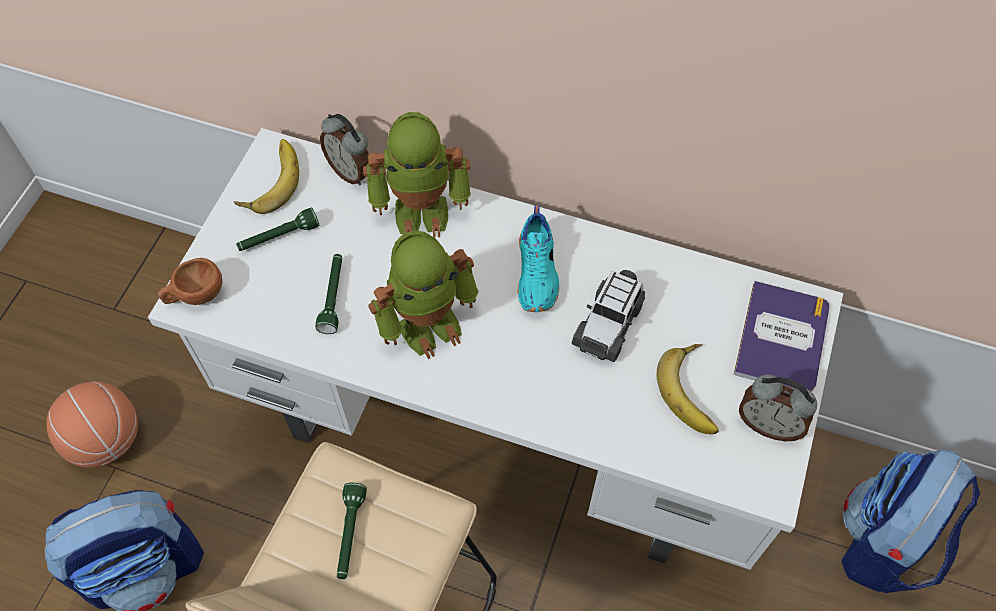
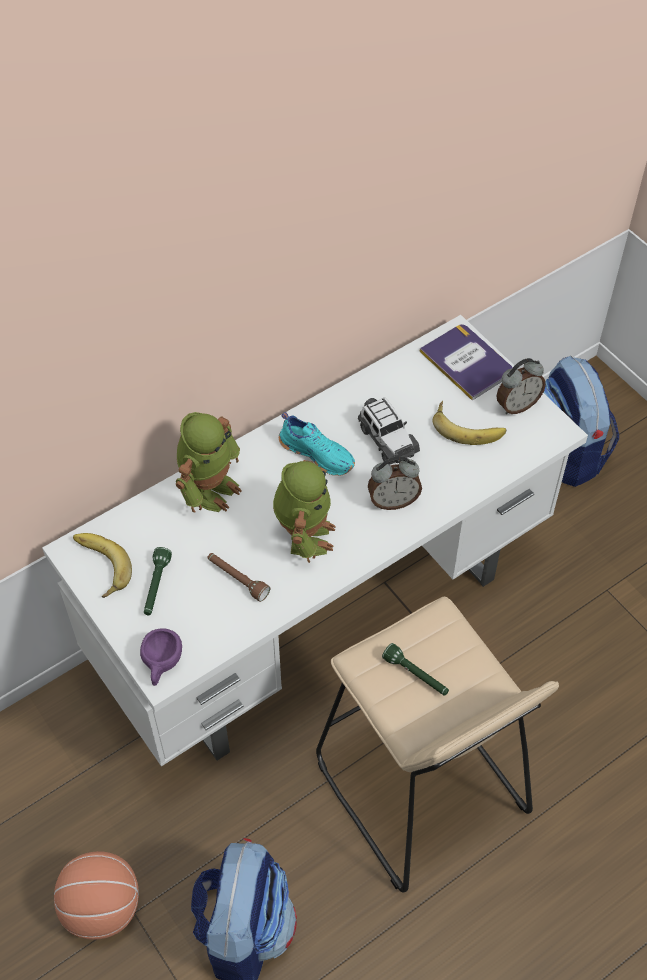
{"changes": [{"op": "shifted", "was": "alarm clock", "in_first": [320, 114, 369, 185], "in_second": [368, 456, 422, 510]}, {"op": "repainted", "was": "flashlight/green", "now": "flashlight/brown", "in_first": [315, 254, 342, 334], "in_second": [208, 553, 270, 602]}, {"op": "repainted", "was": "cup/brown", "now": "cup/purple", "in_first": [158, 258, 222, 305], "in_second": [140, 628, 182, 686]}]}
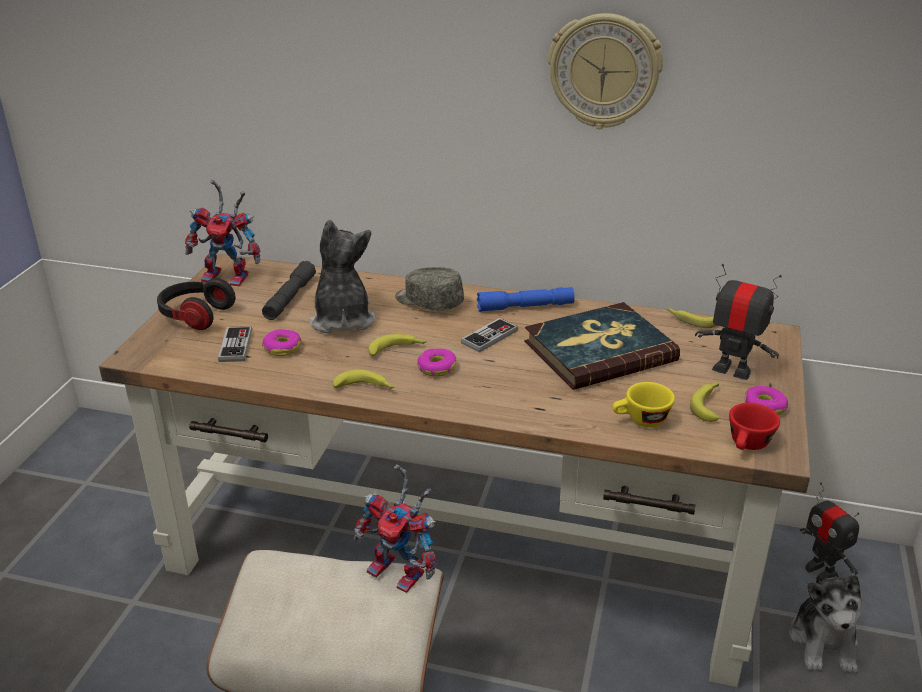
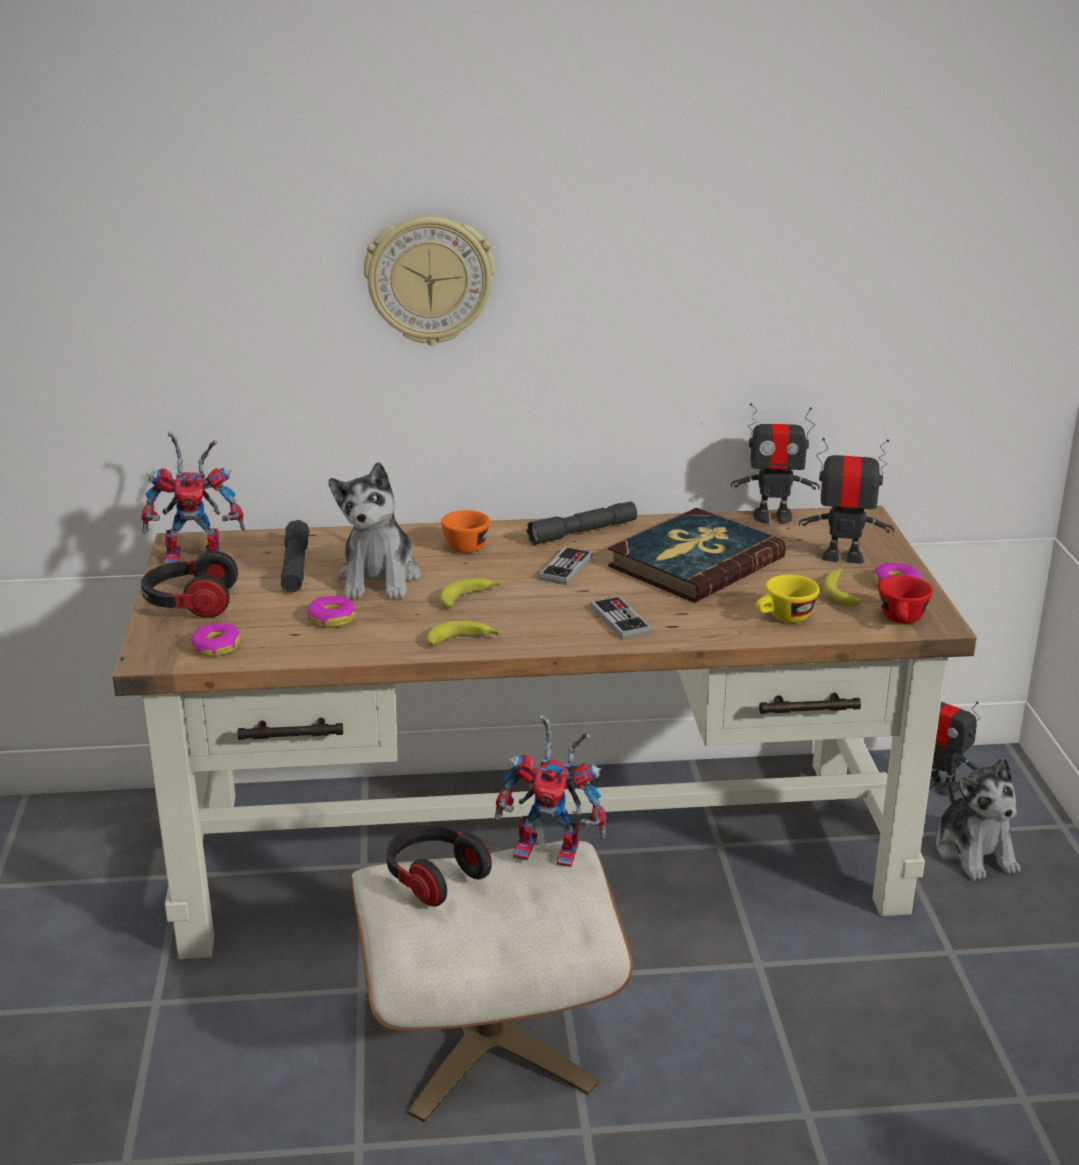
{"changes": [{"op": "shifted", "was": "wall clock", "in_first": [548, 13, 663, 129], "in_second": [364, 216, 495, 346]}, {"op": "rotated", "was": "plush toy", "in_first": [309, 219, 376, 333], "in_second": [328, 462, 420, 599], "clockwise": -150}, {"op": "swapped", "was": "cap/grey", "now": "cup/orange", "in_first": [395, 267, 464, 311], "in_second": [441, 510, 490, 553]}, {"op": "repainted", "was": "flashlight/blue", "now": "flashlight/grey", "in_first": [477, 287, 575, 312], "in_second": [527, 502, 637, 545]}, {"op": "swapped", "was": "banana", "now": "toy robot", "in_first": [667, 308, 718, 328], "in_second": [731, 403, 820, 524]}, {"op": "shifted", "was": "game controller", "in_first": [218, 326, 252, 362], "in_second": [590, 596, 651, 639]}, {"op": "shifted", "was": "donut", "in_first": [417, 348, 456, 377], "in_second": [190, 622, 240, 657]}, {"op": "new", "now": "headphones", "in_second": [387, 825, 492, 907]}]}
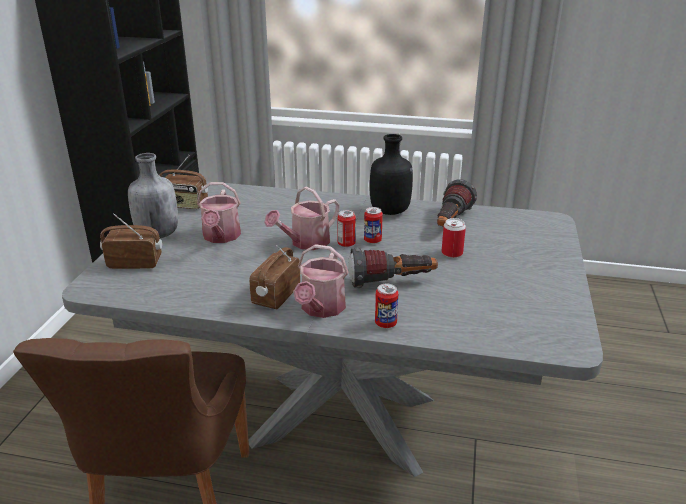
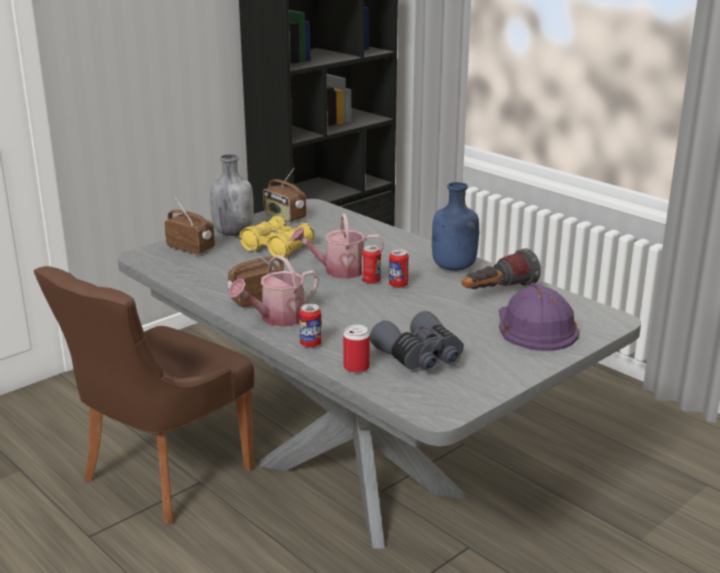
{"changes": [{"op": "repainted", "was": "bottle/black", "now": "bottle/blue", "in_first": [370, 134, 413, 215], "in_second": [432, 182, 479, 271]}, {"op": "swapped", "was": "watering can", "now": "binoculars/yellow", "in_first": [197, 182, 241, 243], "in_second": [239, 216, 315, 258]}, {"op": "shifted", "was": "can", "in_first": [442, 218, 466, 258], "in_second": [343, 325, 370, 373]}, {"op": "gone", "was": "flashlight", "in_first": [348, 247, 438, 288]}, {"op": "new", "now": "hard hat/purple", "in_second": [499, 284, 580, 351]}, {"op": "new", "now": "binoculars/grey", "in_second": [370, 311, 464, 371]}]}
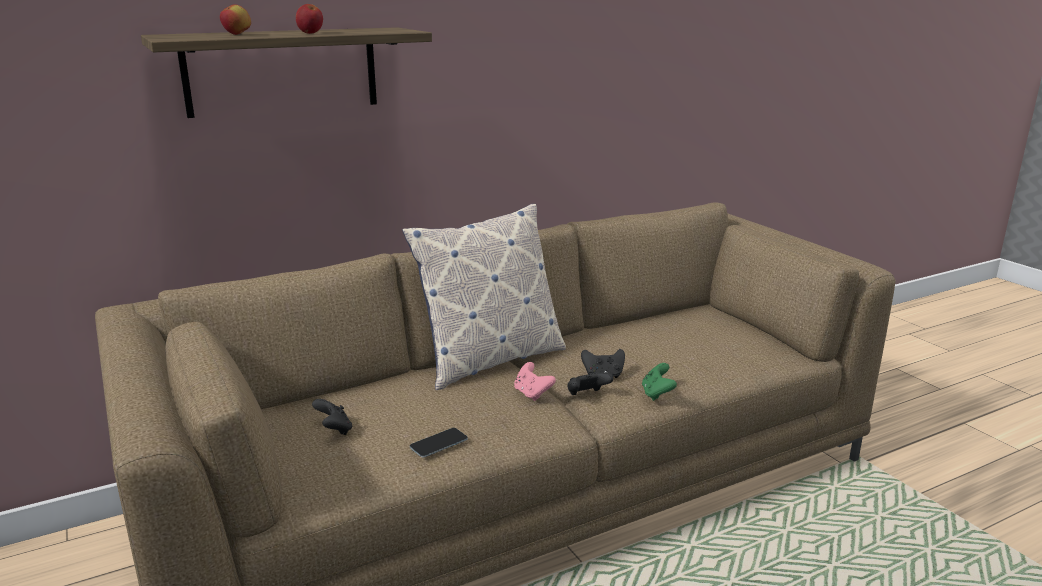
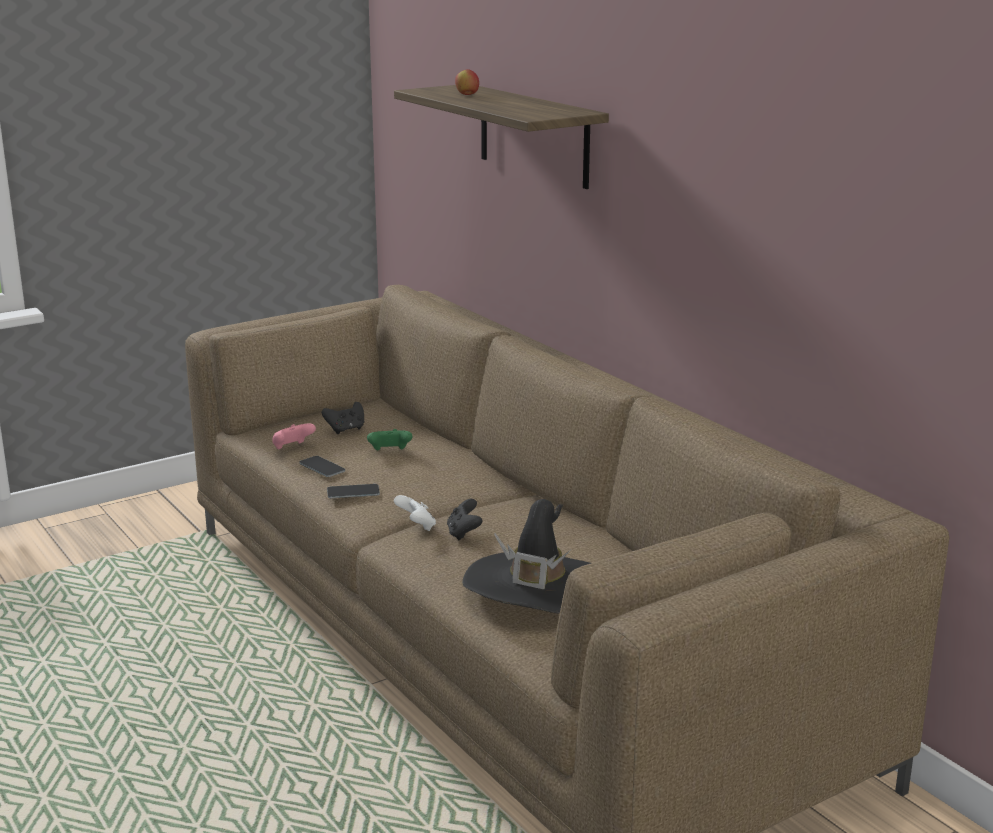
{"changes": [{"op": "gone", "was": "apple", "in_first": [296, 4, 323, 34]}, {"op": "gone", "was": "pillow", "in_first": [402, 204, 566, 390]}, {"op": "shifted", "was": "game controller/pink", "in_first": [514, 362, 556, 401], "in_second": [272, 423, 316, 449]}, {"op": "shifted", "was": "game controller/green", "in_first": [642, 363, 677, 401], "in_second": [367, 429, 412, 450]}, {"op": "repainted", "was": "game controller/black", "now": "game controller/white", "in_first": [568, 371, 613, 395], "in_second": [394, 495, 436, 531]}, {"op": "new", "now": "phone", "in_second": [327, 484, 380, 498]}, {"op": "new", "now": "hat/black", "in_second": [462, 499, 591, 614]}]}
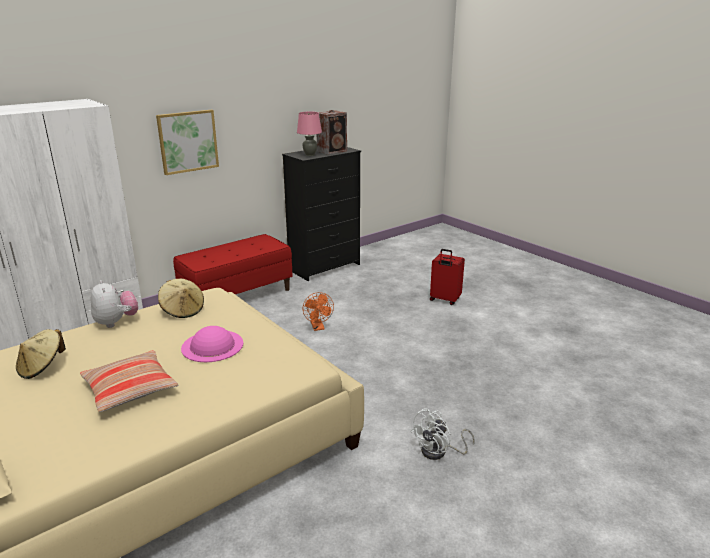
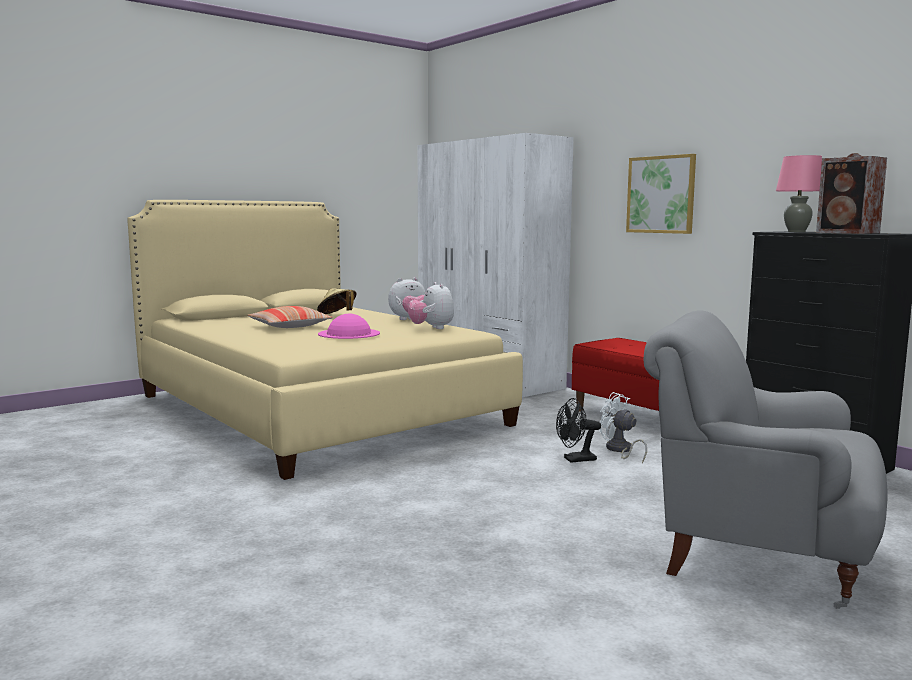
{"changes": [{"op": "swapped", "was": "suitcase/red", "now": "armchair/grey", "in_first": [430, 249, 465, 305], "in_second": [644, 310, 888, 609]}, {"op": "swapped", "was": "hat/beige", "now": "plush toy", "in_first": [158, 279, 204, 318], "in_second": [408, 282, 454, 329]}, {"op": "repainted", "was": "fan/orange", "now": "fan/black", "in_first": [303, 292, 334, 331], "in_second": [556, 398, 601, 463]}, {"op": "shifted", "was": "fan/white", "in_first": [410, 408, 475, 460], "in_second": [599, 392, 647, 464]}]}
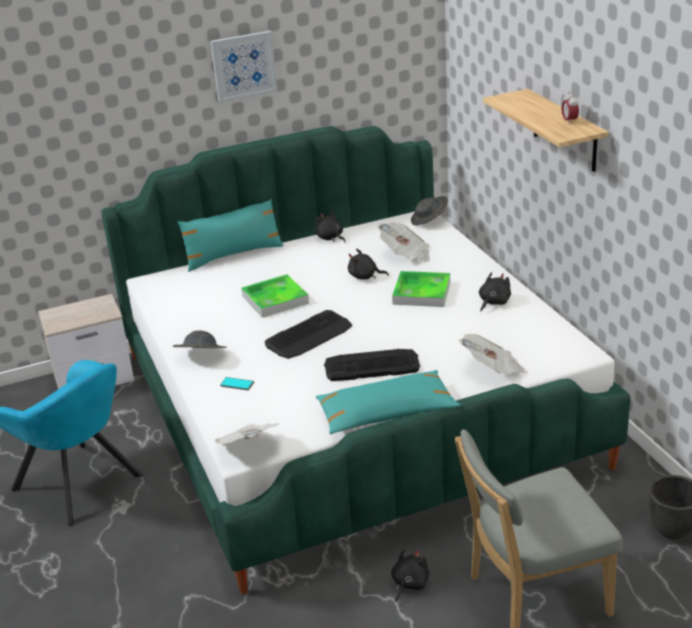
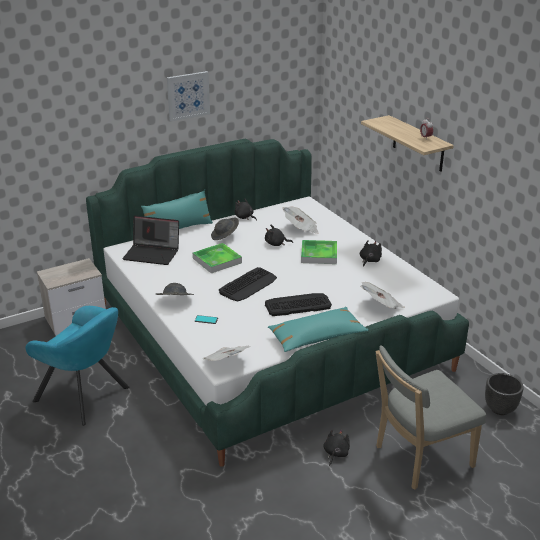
{"changes": [{"op": "shifted", "was": "hat/grey", "in_first": [411, 196, 448, 226], "in_second": [211, 218, 239, 240]}, {"op": "new", "now": "laptop", "in_second": [122, 216, 179, 265]}]}
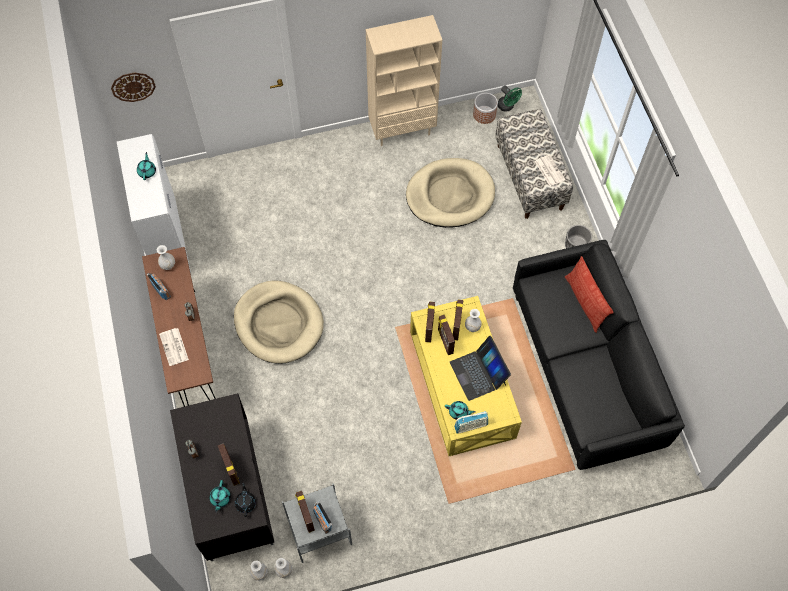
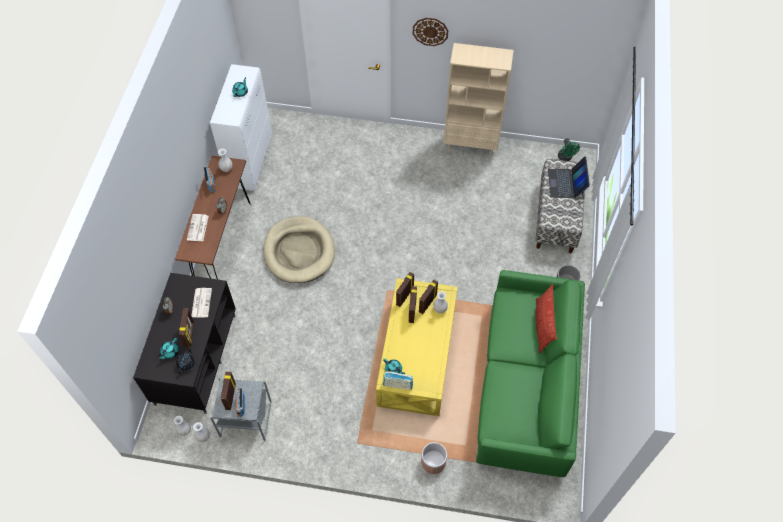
{"changes": [{"op": "shifted", "was": "wall clock", "in_first": [111, 72, 156, 102], "in_second": [413, 18, 448, 46]}, {"op": "shifted", "was": "planter", "in_first": [473, 93, 498, 124], "in_second": [421, 442, 447, 474]}, {"op": "shifted", "was": "newspaper", "in_first": [535, 154, 566, 186], "in_second": [191, 288, 212, 317]}, {"op": "gone", "was": "dog bed/beige", "in_first": [406, 158, 495, 228]}, {"op": "repainted", "was": "sofa/black", "now": "sofa/green", "in_first": [513, 240, 685, 470], "in_second": [476, 270, 585, 477]}, {"op": "shifted", "was": "laptop", "in_first": [450, 336, 511, 401], "in_second": [548, 157, 590, 198]}]}
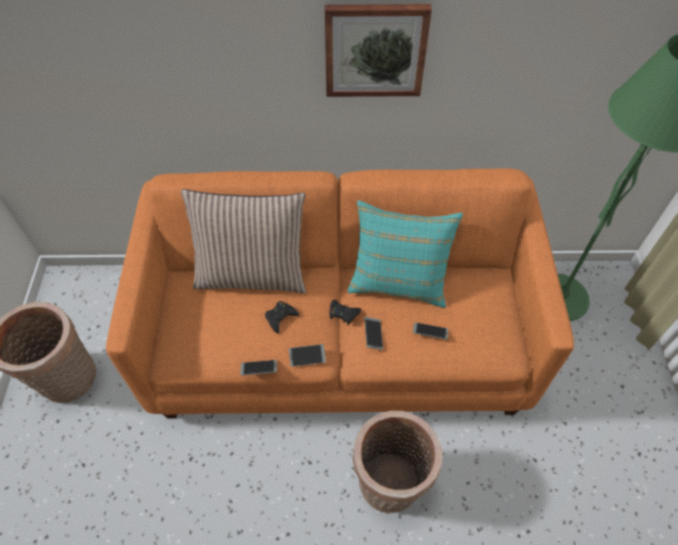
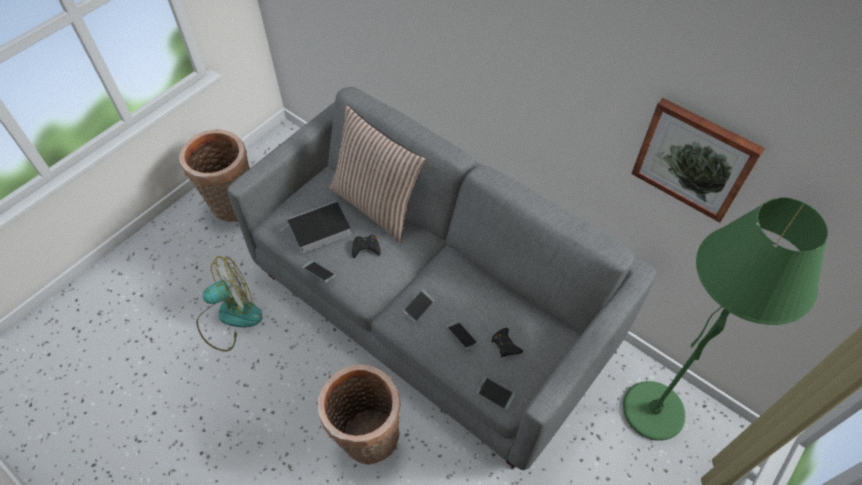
{"changes": [{"op": "shifted", "was": "picture", "in_first": [325, 4, 432, 97], "in_second": [631, 98, 765, 223]}, {"op": "repainted", "was": "sofa/orange", "now": "sofa/grey", "in_first": [106, 168, 574, 418], "in_second": [227, 87, 657, 470]}, {"op": "gone", "was": "pillow/turquoise", "in_first": [348, 200, 463, 308]}, {"op": "shifted", "was": "game controller/black", "in_first": [329, 299, 361, 325], "in_second": [491, 328, 523, 357]}, {"op": "shifted", "was": "phone", "in_first": [289, 344, 326, 367], "in_second": [477, 377, 515, 410]}, {"op": "new", "now": "book", "in_second": [280, 201, 352, 253]}, {"op": "new", "now": "fan", "in_second": [197, 256, 263, 351]}]}
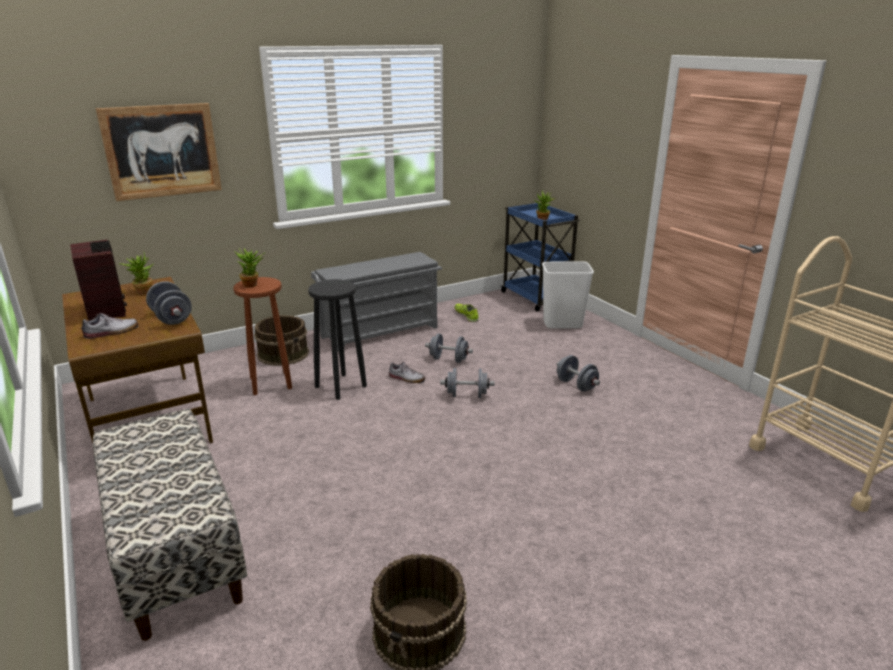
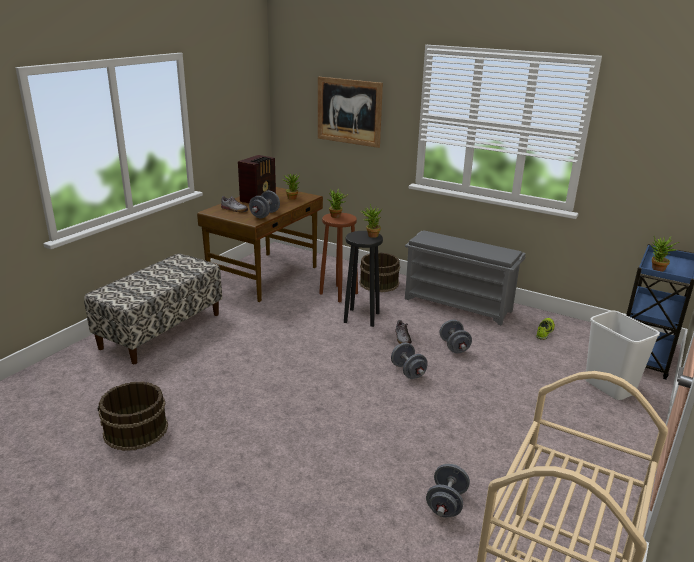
{"changes": [{"op": "shifted", "was": "dumbbell/grey", "in_first": [557, 355, 600, 392], "in_second": [426, 464, 470, 517]}, {"op": "new", "now": "potted plant", "in_second": [359, 204, 383, 238]}]}
